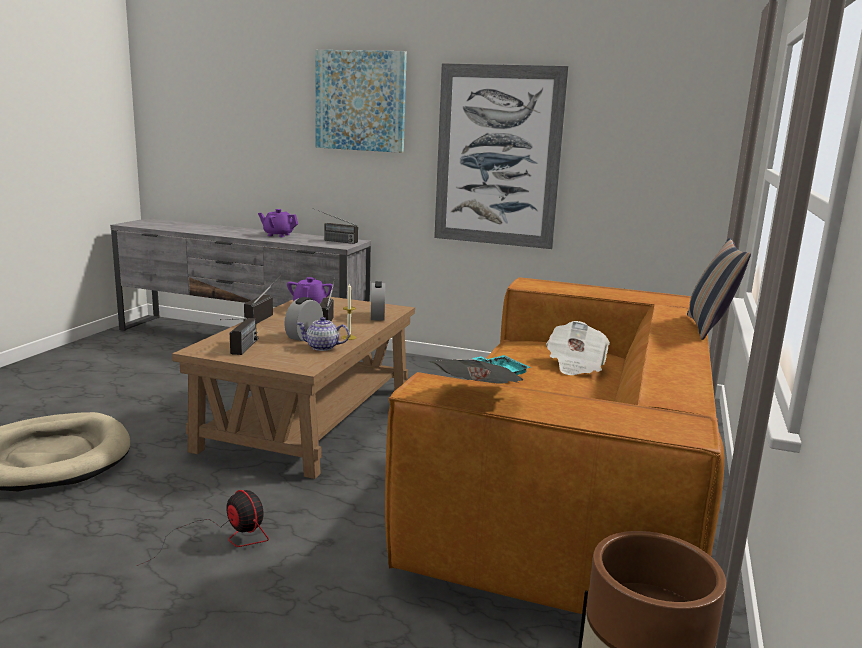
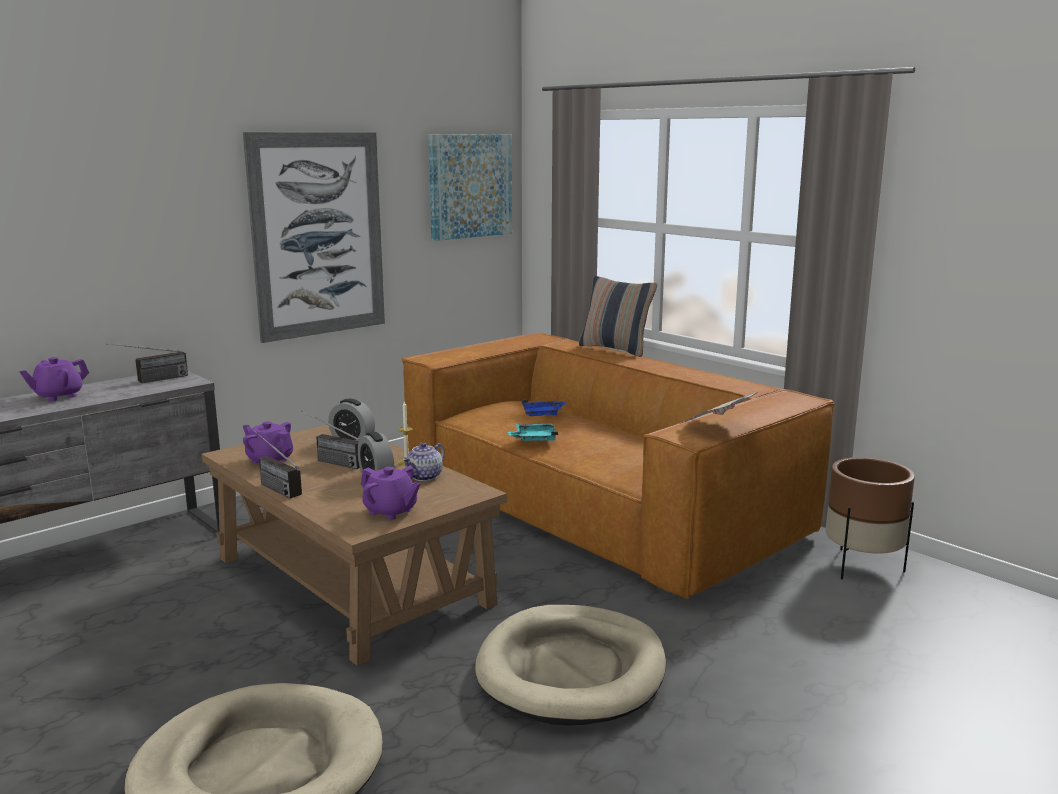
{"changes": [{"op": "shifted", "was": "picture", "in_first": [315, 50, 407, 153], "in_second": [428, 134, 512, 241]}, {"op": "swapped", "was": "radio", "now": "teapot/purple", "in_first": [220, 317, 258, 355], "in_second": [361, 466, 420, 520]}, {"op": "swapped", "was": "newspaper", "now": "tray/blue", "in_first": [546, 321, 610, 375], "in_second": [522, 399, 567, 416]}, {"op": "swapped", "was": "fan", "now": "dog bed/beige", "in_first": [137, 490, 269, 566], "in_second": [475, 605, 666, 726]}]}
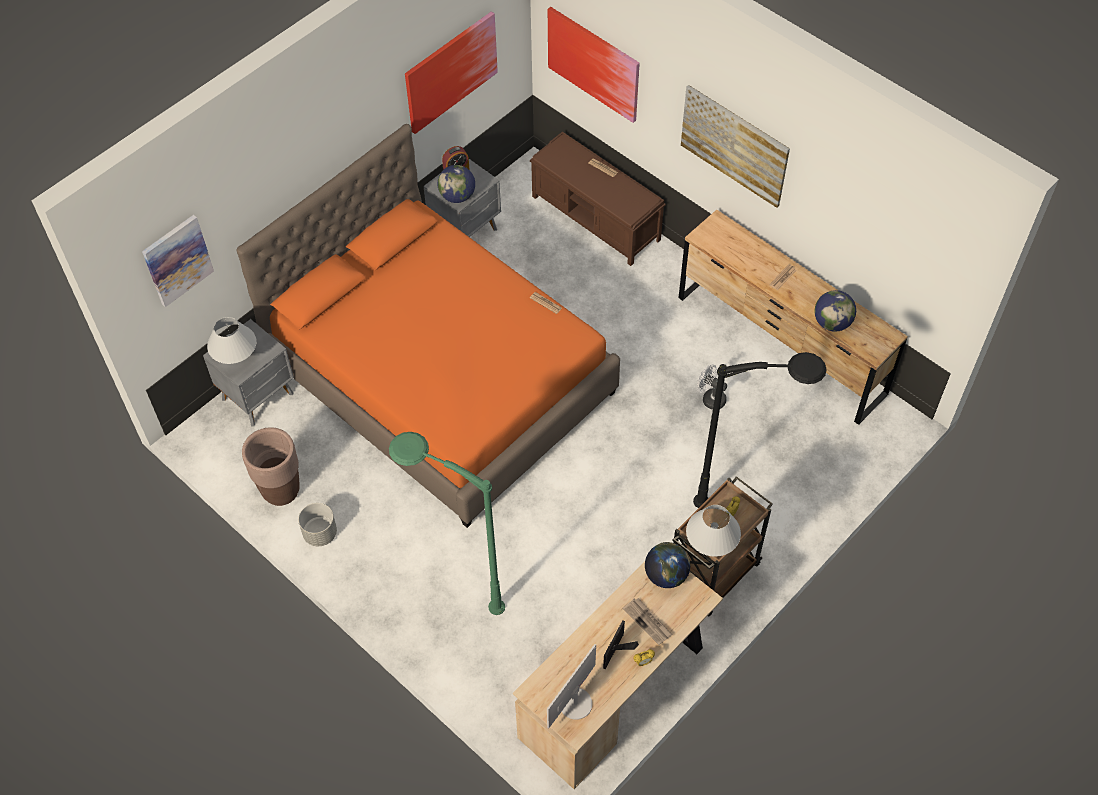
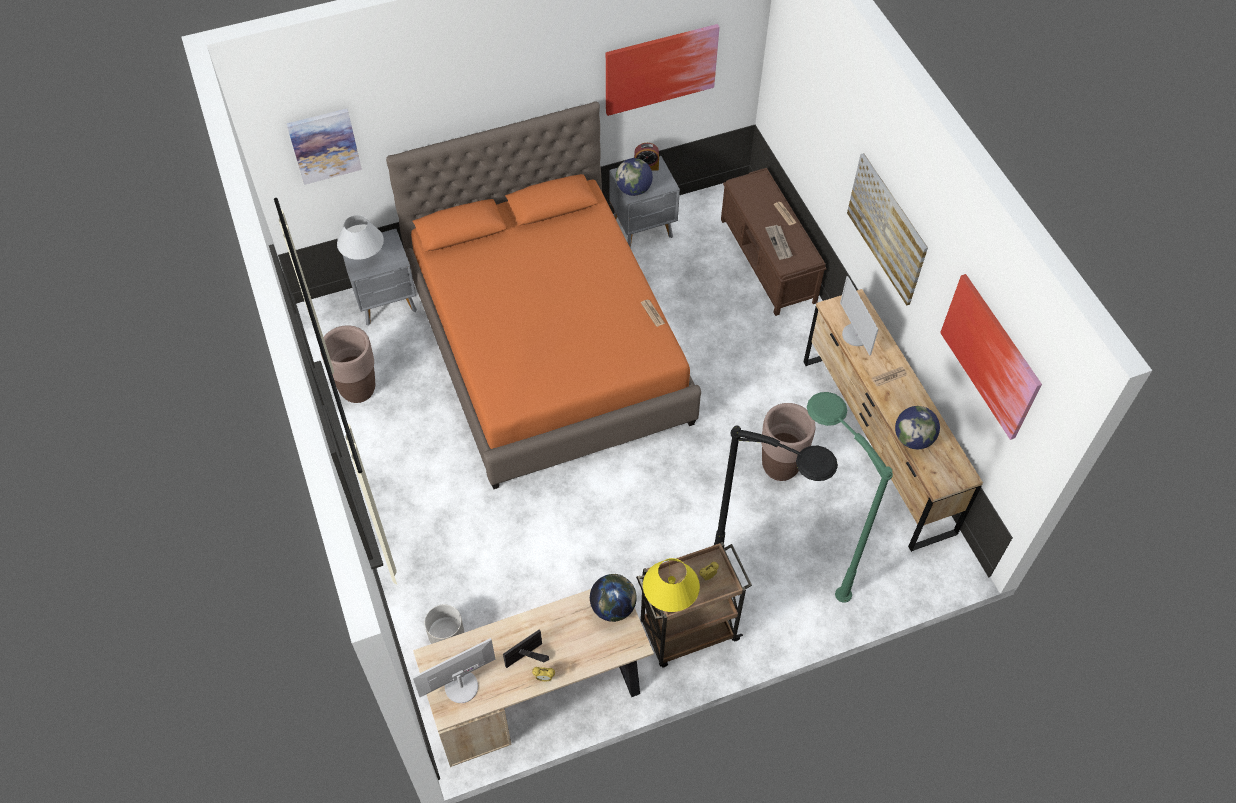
{"changes": [{"op": "shifted", "was": "picture", "in_first": [548, 7, 640, 123], "in_second": [940, 274, 1042, 440]}, {"op": "swapped", "was": "fan/white", "now": "planter/brown", "in_first": [697, 364, 727, 410], "in_second": [761, 403, 815, 481]}, {"op": "shifted", "was": "floor lamp/green", "in_first": [389, 432, 505, 615], "in_second": [807, 392, 893, 603]}, {"op": "shifted", "was": "planter/grey", "in_first": [298, 503, 337, 546], "in_second": [425, 604, 464, 644]}, {"op": "repainted", "was": "table lamp/white", "now": "table lamp/yellow", "in_first": [686, 505, 741, 557], "in_second": [643, 558, 700, 612]}, {"op": "shifted", "was": "newspaper", "in_first": [623, 598, 673, 645], "in_second": [765, 225, 793, 260]}, {"op": "new", "now": "monitor", "in_second": [840, 276, 879, 356]}]}
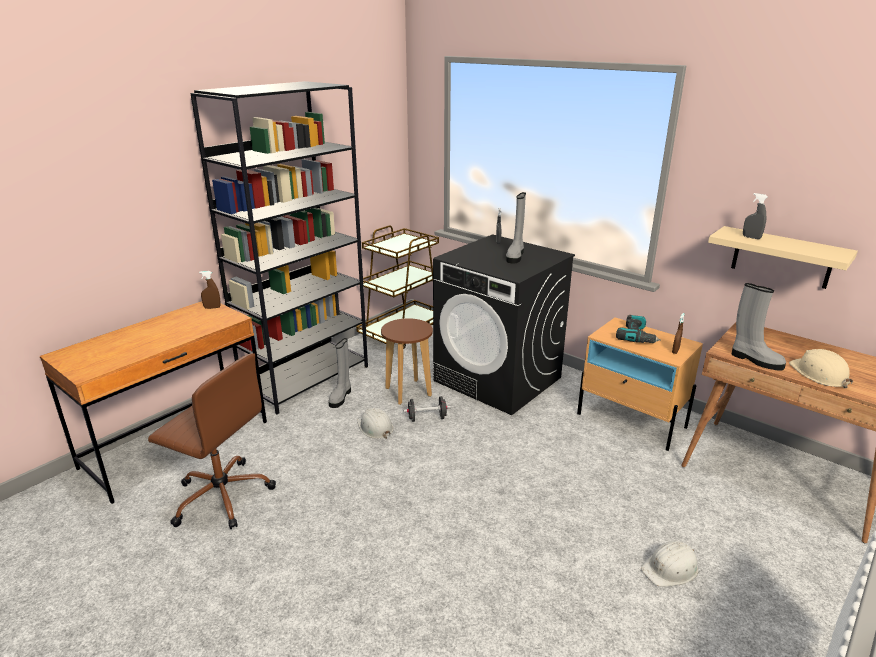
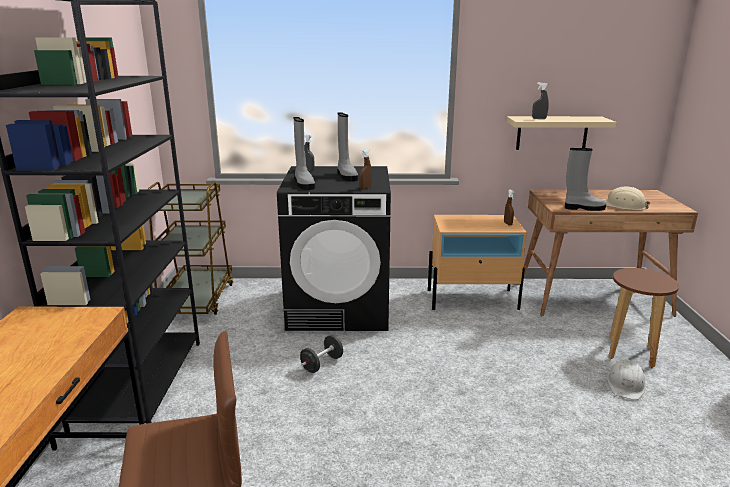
{"changes": [{"op": "shifted", "was": "spray bottle/brown", "in_first": [199, 271, 221, 309], "in_second": [359, 148, 372, 190]}, {"op": "gone", "was": "power drill", "in_first": [616, 315, 661, 343]}, {"op": "shifted", "was": "stool/brown", "in_first": [381, 318, 433, 405], "in_second": [608, 268, 679, 368]}, {"op": "shifted", "was": "boot/grey", "in_first": [329, 338, 351, 408], "in_second": [293, 117, 315, 190]}, {"op": "gone", "was": "hard hat/white", "in_first": [357, 408, 394, 439]}]}
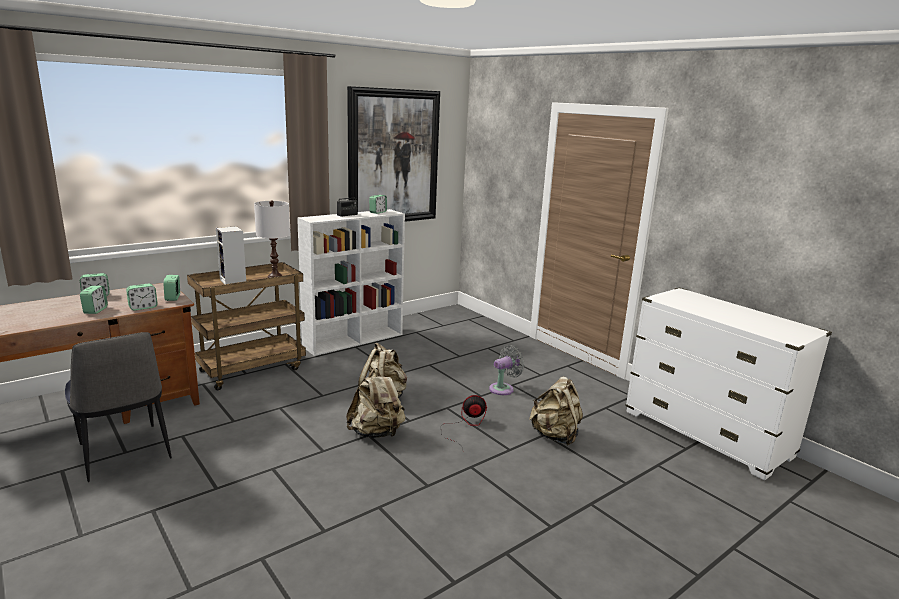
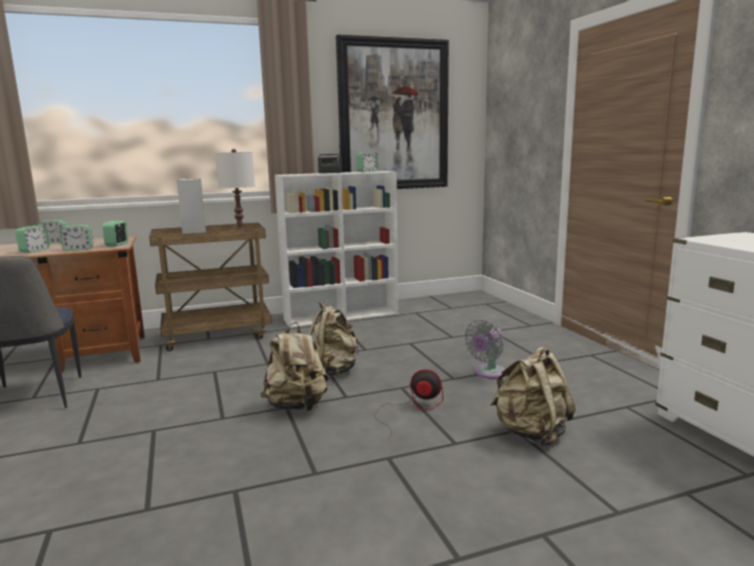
{"changes": [{"op": "rotated", "was": "fan/grey", "in_first": [489, 345, 524, 395], "in_second": [464, 320, 505, 379], "clockwise": 150}]}
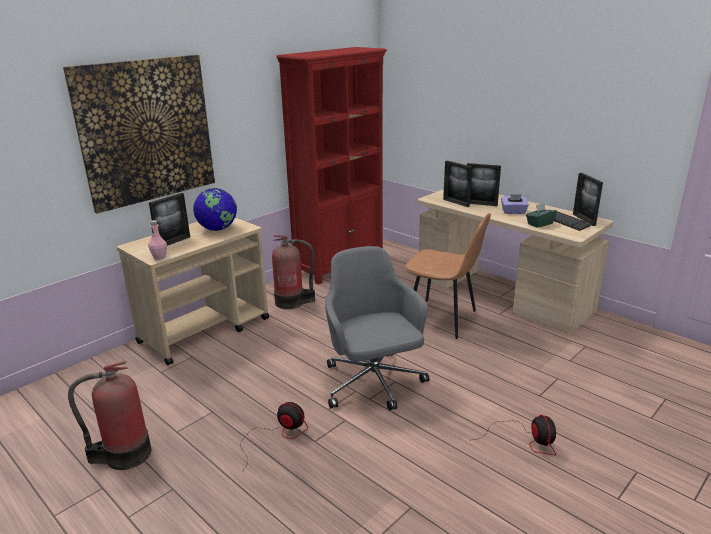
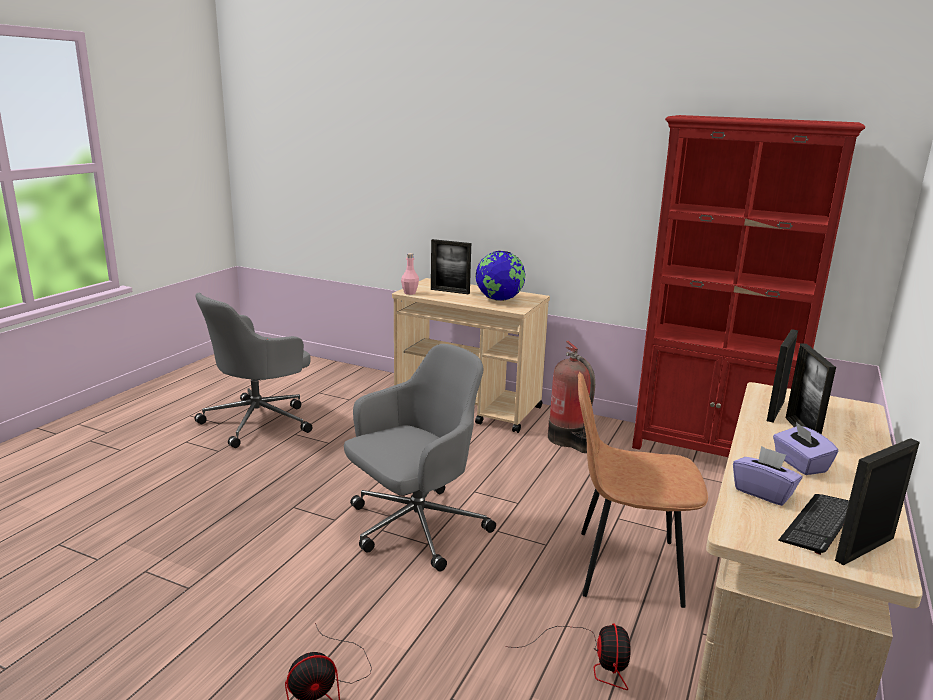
{"changes": [{"op": "gone", "was": "picture", "in_first": [63, 55, 215, 214]}, {"op": "repainted", "was": "tissue box/green", "now": "tissue box/purple", "in_first": [526, 203, 557, 228], "in_second": [733, 446, 802, 506]}, {"op": "rotated", "was": "chair/brown", "in_first": [405, 213, 491, 339], "in_second": [578, 372, 708, 608], "clockwise": 90}, {"op": "swapped", "was": "fire extinguisher", "now": "office chair/grey", "in_first": [68, 361, 151, 470], "in_second": [194, 293, 312, 448]}, {"op": "shifted", "was": "fan", "in_first": [240, 402, 308, 473], "in_second": [505, 623, 631, 690]}]}
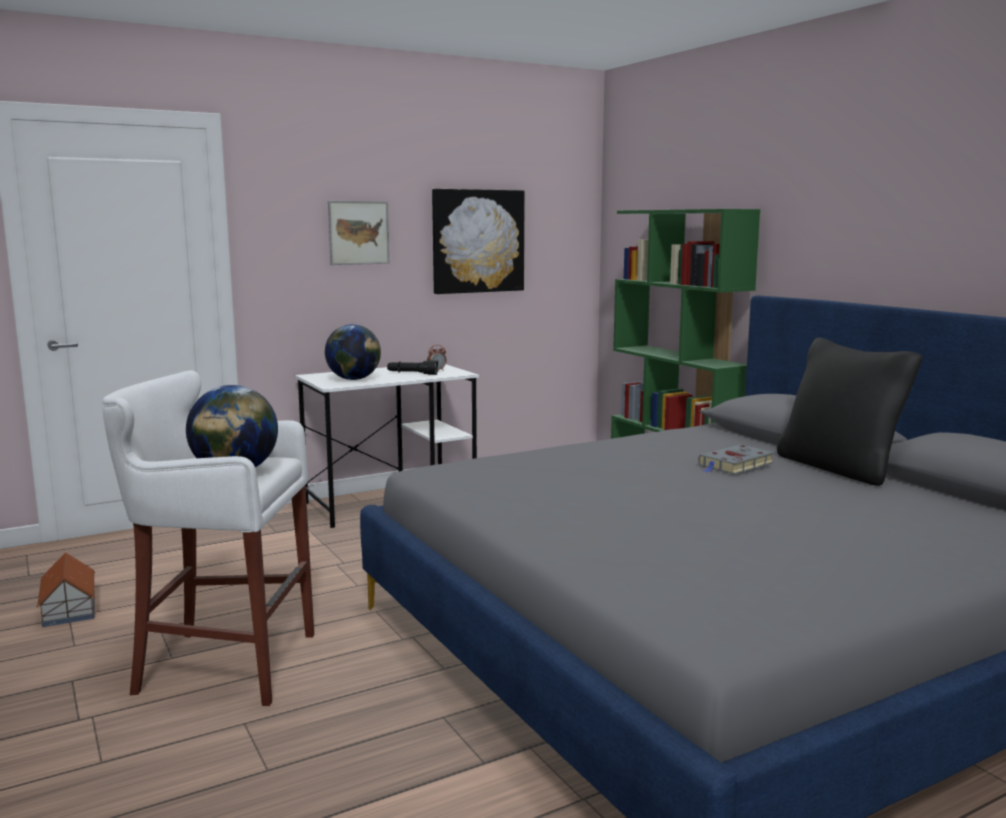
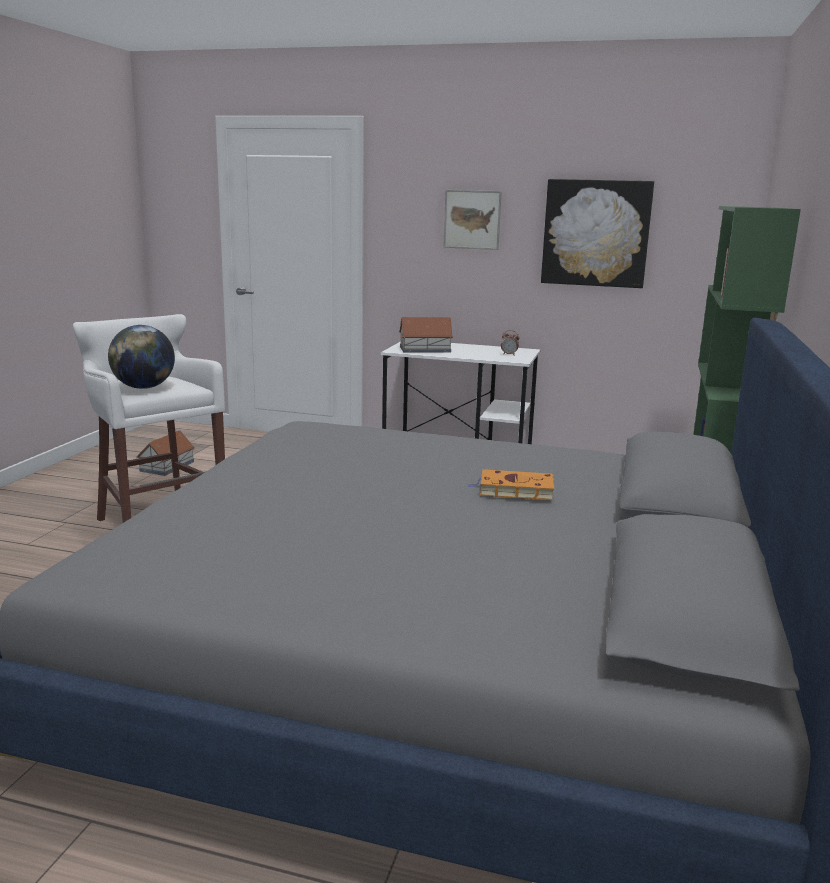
{"changes": [{"op": "swapped", "was": "globe", "now": "toy house", "in_first": [325, 324, 381, 380], "in_second": [399, 317, 453, 353]}, {"op": "gone", "was": "pillow/black", "in_first": [777, 337, 923, 486]}, {"op": "gone", "was": "flashlight/black", "in_first": [387, 360, 438, 375]}, {"op": "repainted", "was": "book/grey", "now": "book/orange", "in_first": [698, 445, 775, 474], "in_second": [467, 469, 555, 500]}]}
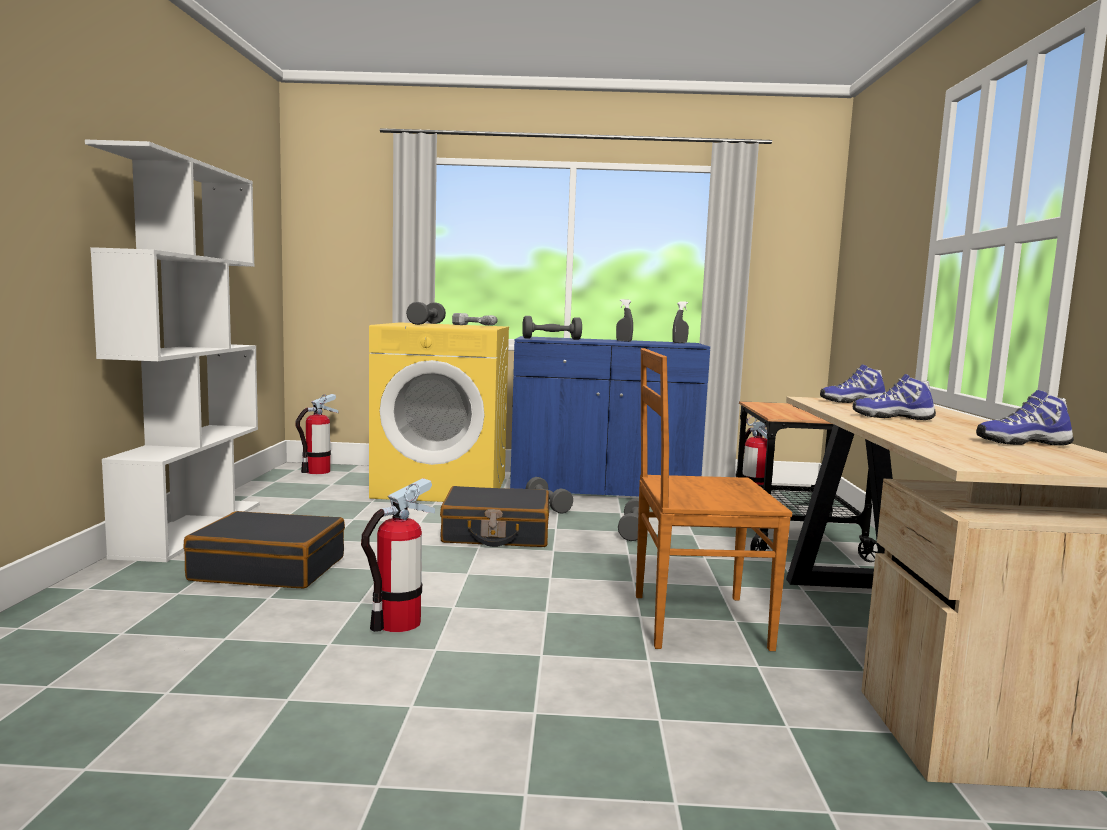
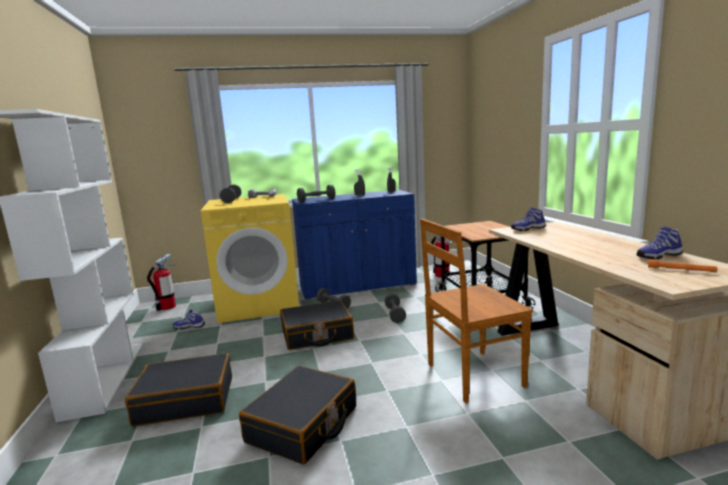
{"changes": [{"op": "shifted", "was": "shoe", "in_first": [853, 374, 936, 420], "in_second": [173, 310, 205, 329]}, {"op": "swapped", "was": "fire extinguisher", "now": "suitcase/black", "in_first": [361, 478, 435, 632], "in_second": [239, 366, 356, 465]}, {"op": "new", "now": "flashlight/orange", "in_second": [648, 259, 717, 272]}]}
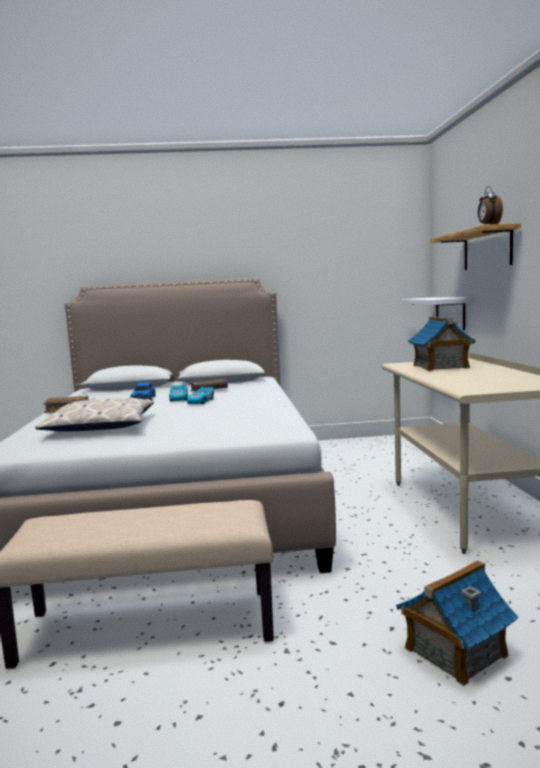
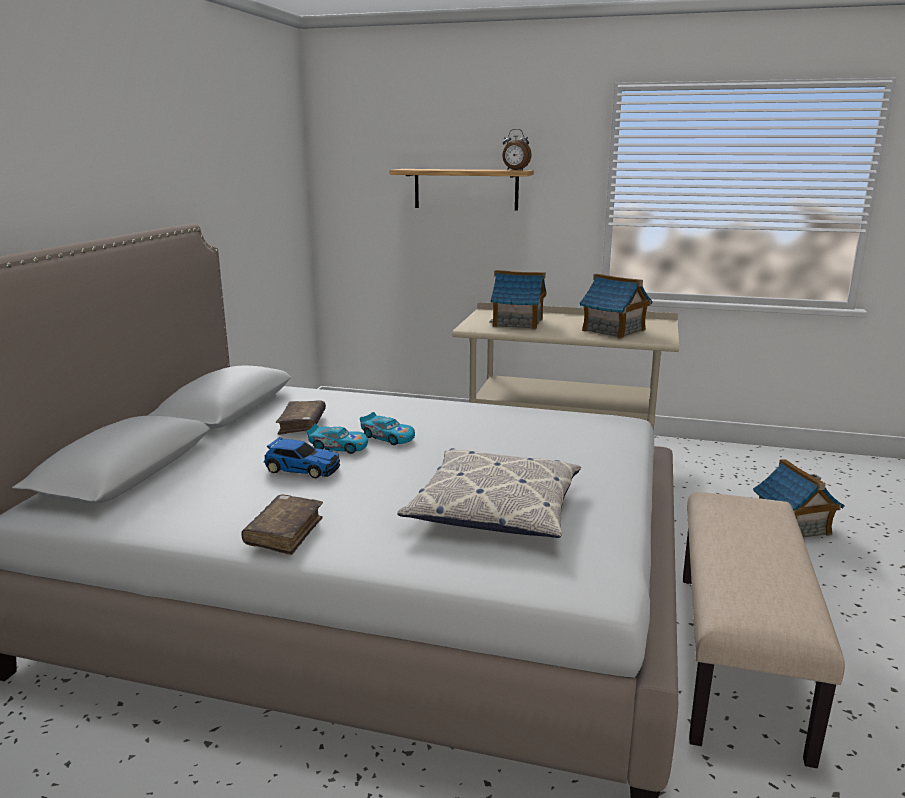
{"changes": [{"op": "gone", "was": "shelf/white", "in_first": [401, 297, 470, 330]}, {"op": "new", "now": "toy house", "in_second": [580, 274, 653, 339]}]}
